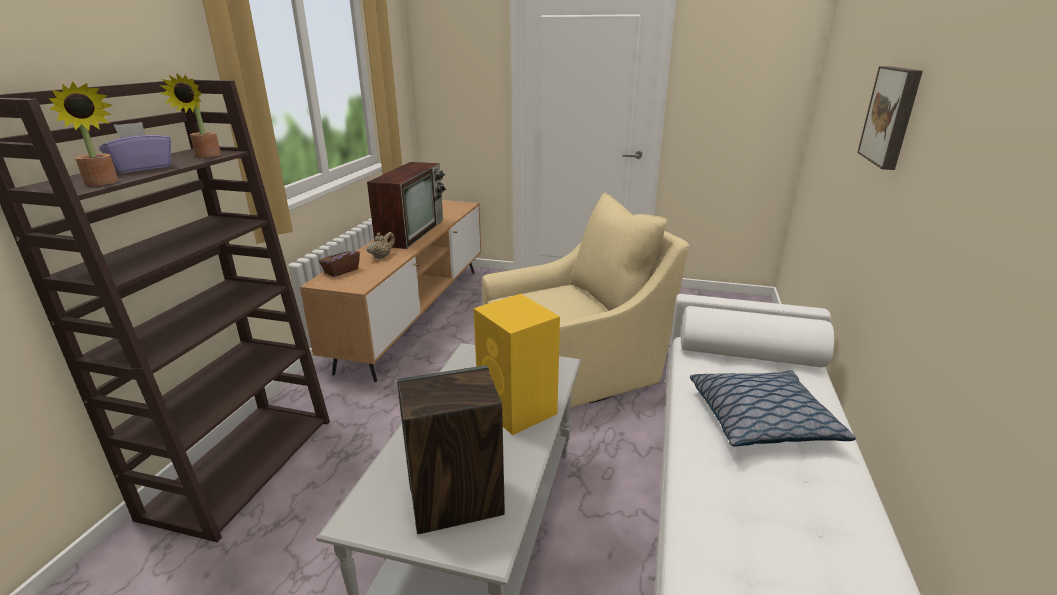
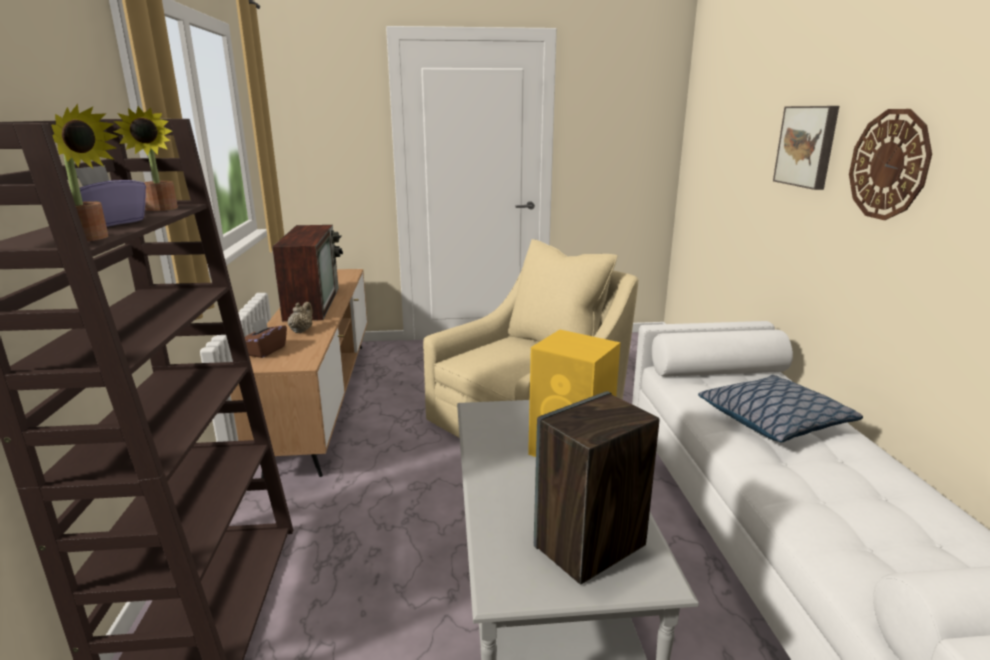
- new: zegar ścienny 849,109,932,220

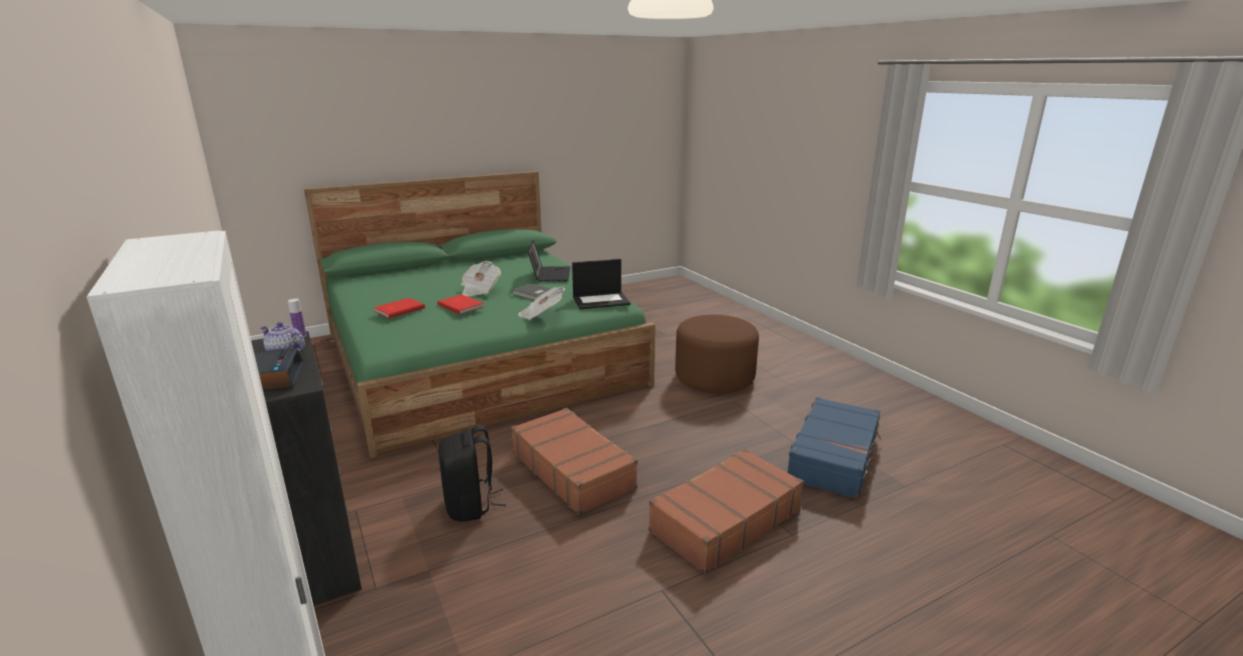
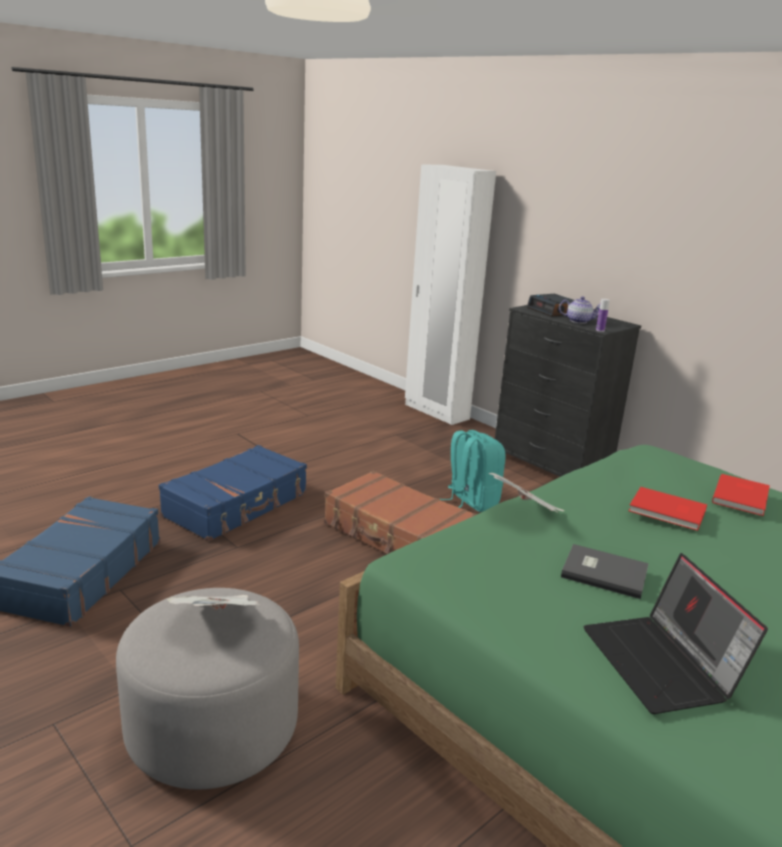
- gone: laptop 572,259,631,309
- shifted: gazeta 461,261,501,296 to 167,595,261,610
- repainted: pufa [brązowy] 675,315,759,393 to pufa [szary] 116,588,299,789
- repainted: plecak [czarny] 439,425,506,522 to plecak [turkusowy] 440,430,506,512
- repainted: walizka [brązowy] 649,449,804,574 to walizka [niebieski] 159,445,307,541

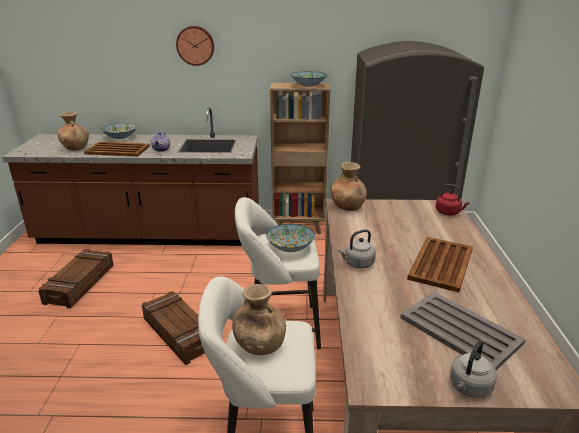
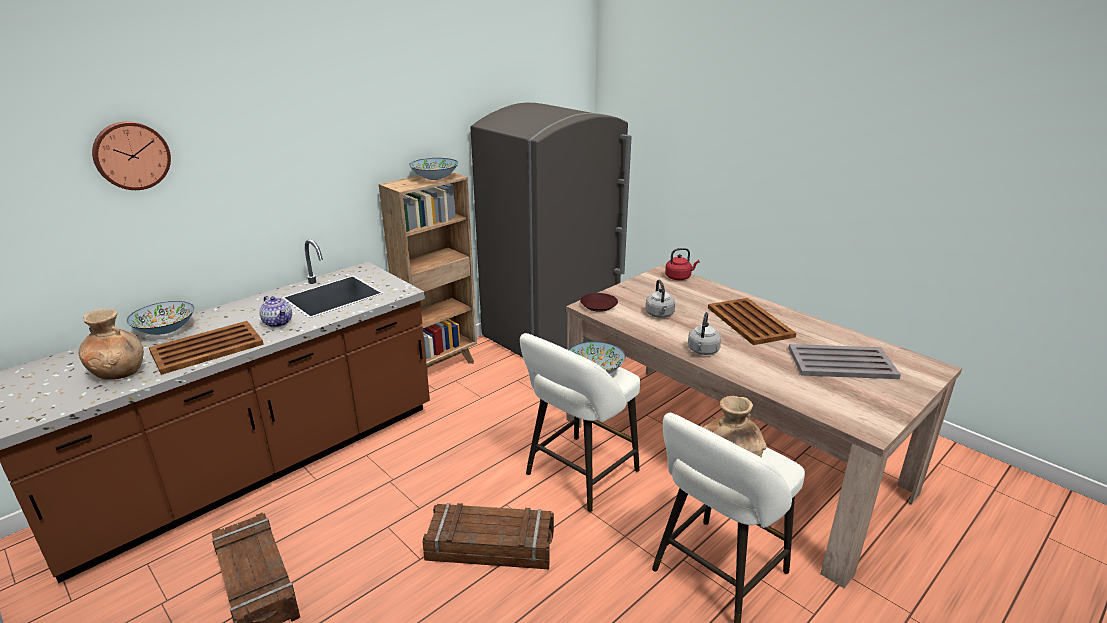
- shifted: zegar ścienny 176,26,214,66 to 92,121,171,190
- swapped: wazon [brązowy] 331,162,367,211 to talerz [brązowy] 580,293,618,312
- shifted: czajnik [szary] 450,340,497,398 to 645,280,675,318

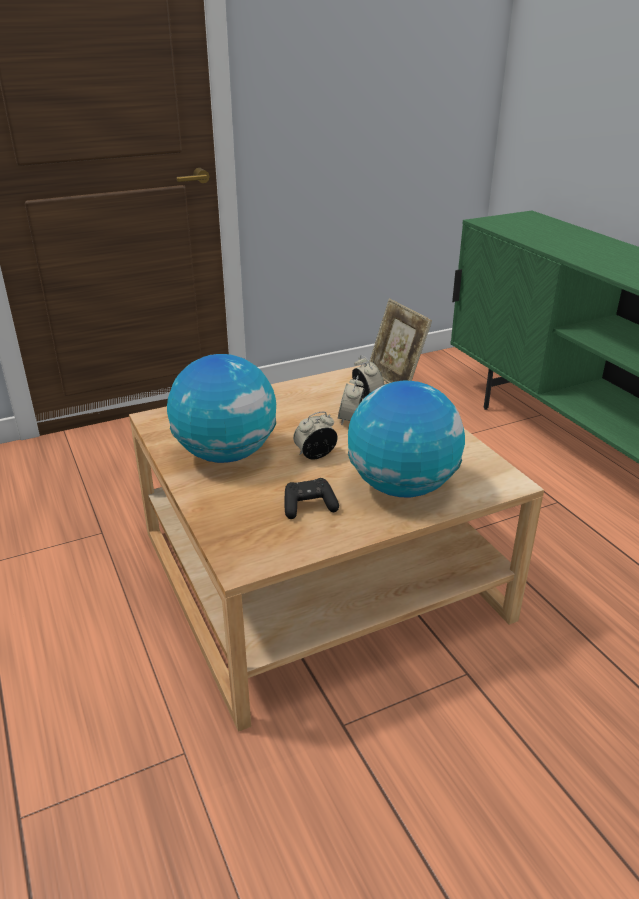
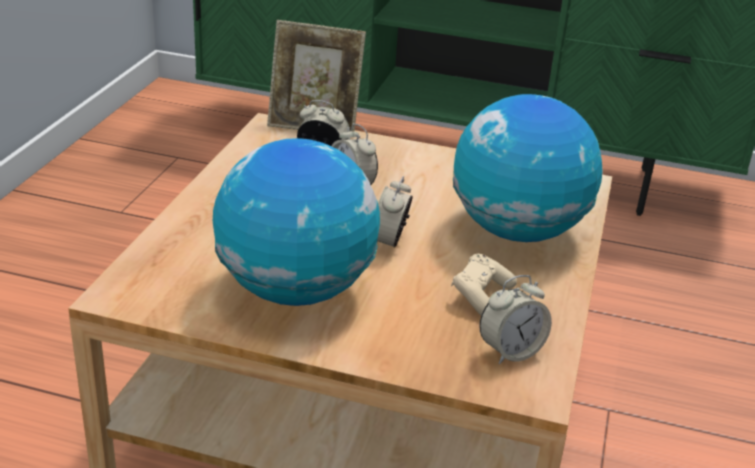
- repainted: pad do gier [czarny] 284,478,339,519 to pad do gier [beżowy] 451,254,517,315
- new: budzik 479,275,552,364

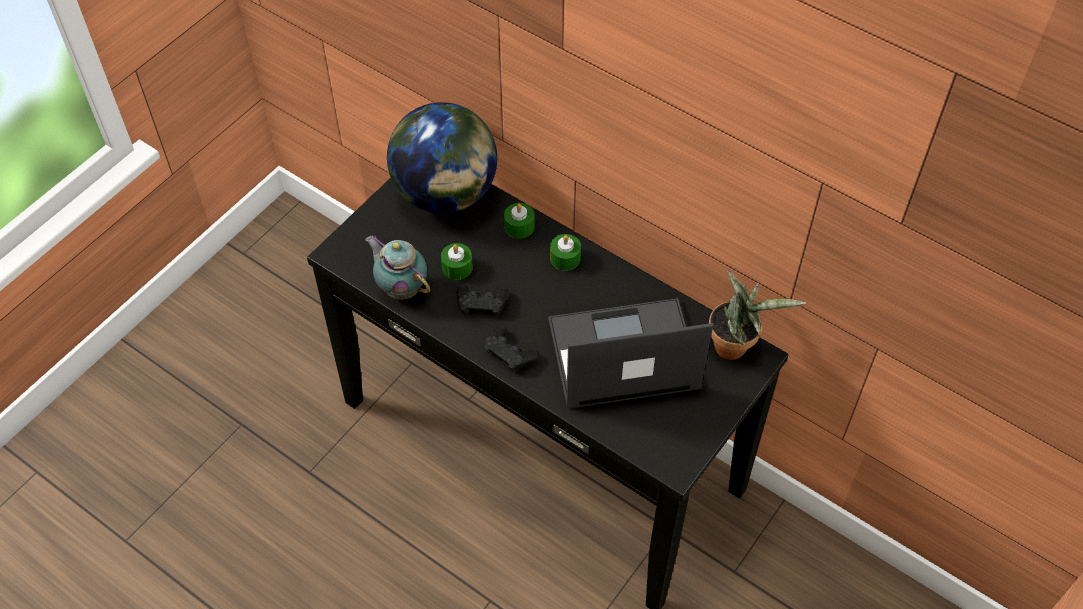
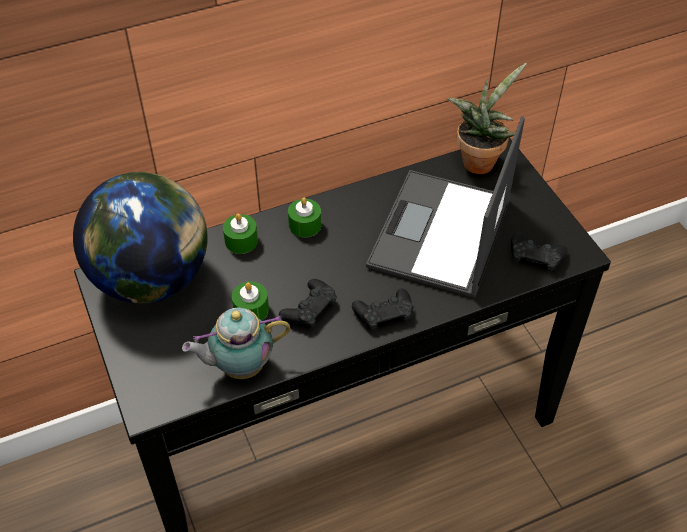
- new: pad do gier [czarny] 511,233,568,272

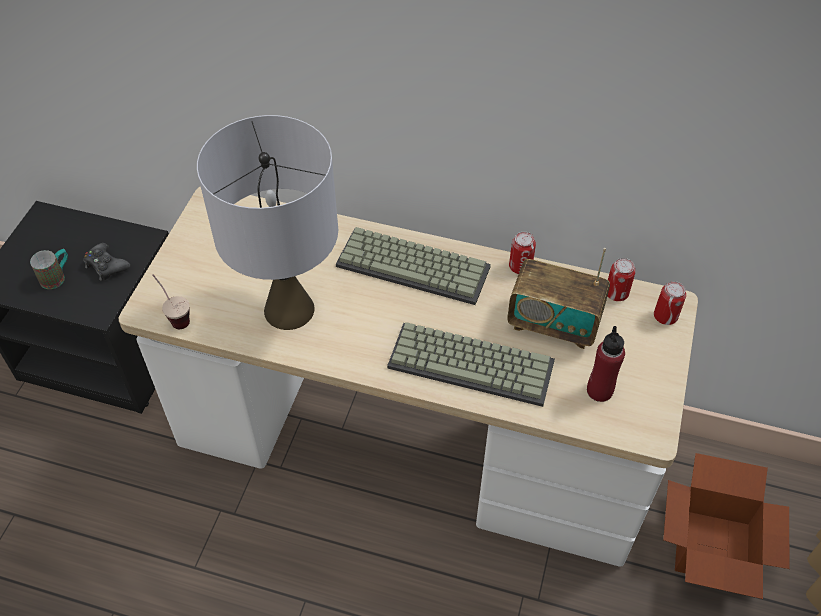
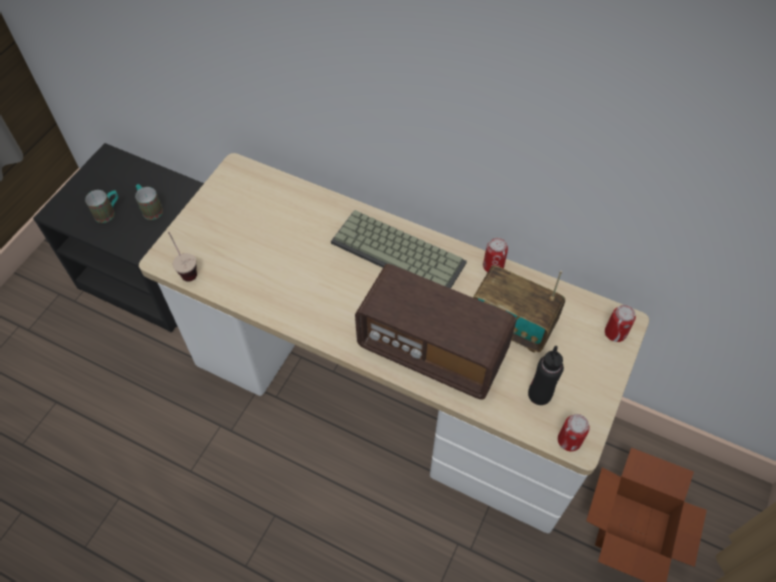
- gone: lampa stołowa [szary] 197,115,338,330
- swapped: pad do gier [czarny] 83,243,130,281 to kubek 135,184,163,220
- shifted: puszka 608,258,636,301 to 558,414,590,451
- swapped: klawiatura 387,322,555,407 to radio 355,264,516,399
- repainted: butelka [czerwony] 587,326,625,402 to butelka [czarny] 528,346,564,405

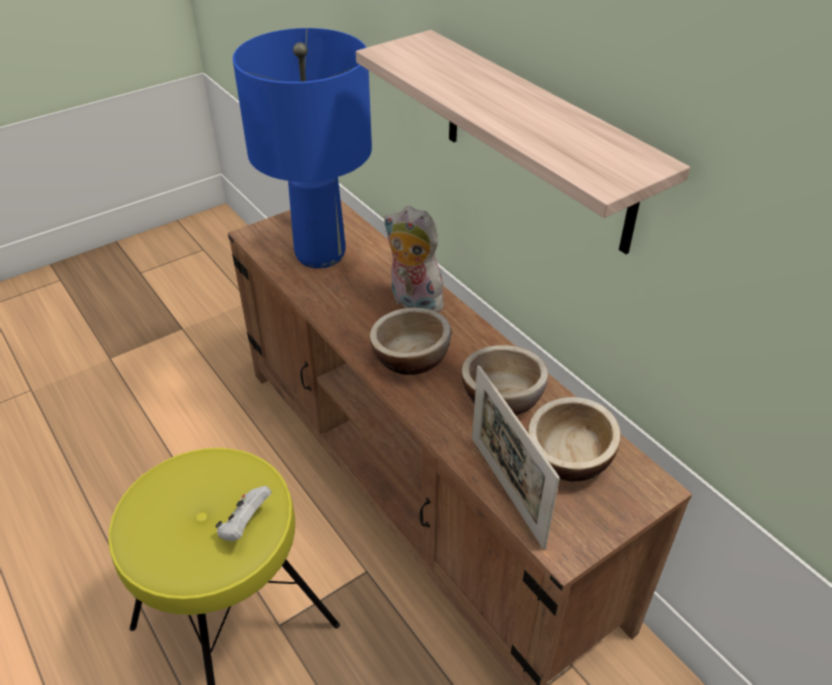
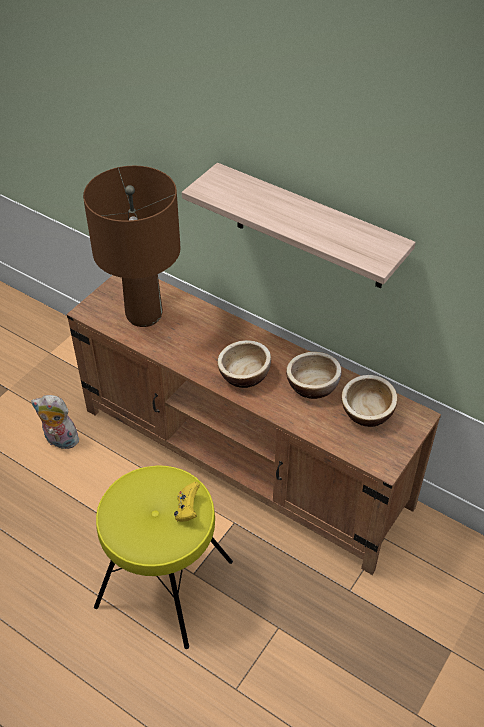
- repainted: lampa stołowa [niebieski] 233,28,372,268 to lampa stołowa [brązowy] 83,166,180,327
- shifted: pluszak 384,206,448,312 to 31,395,81,449
- gone: ramka na zdjęcie 472,365,560,550
- repainted: pad do gier [biały] 215,486,272,541 to pad do gier [żółty] 174,482,200,522

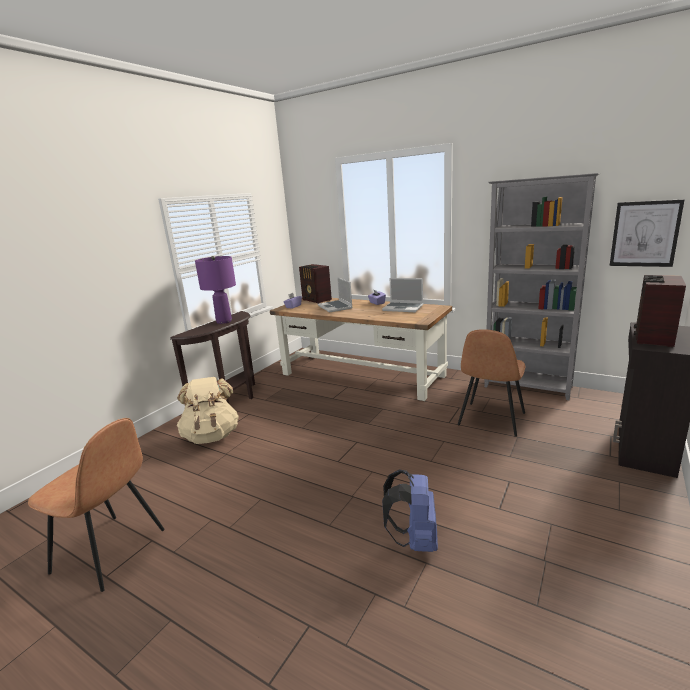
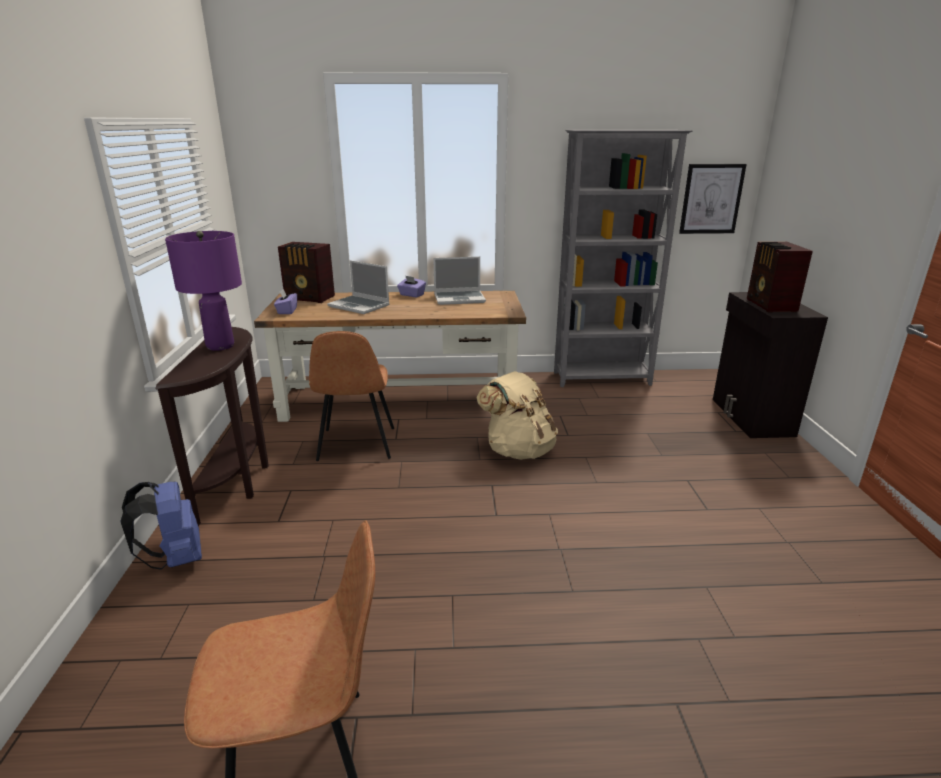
- shifted: krzesło [brązowy] 458,329,525,437 to 309,331,394,461
- shifted: plecak [beżowy] 177,377,239,444 to 477,371,558,460
- shifted: plecak [niebieski] 382,470,438,552 to 120,482,202,570

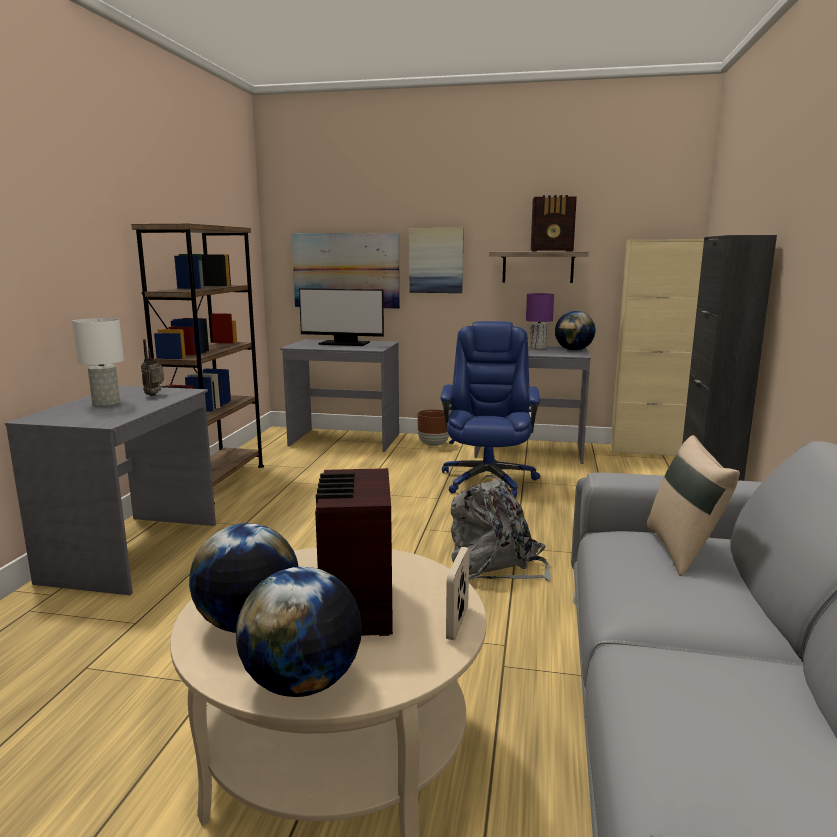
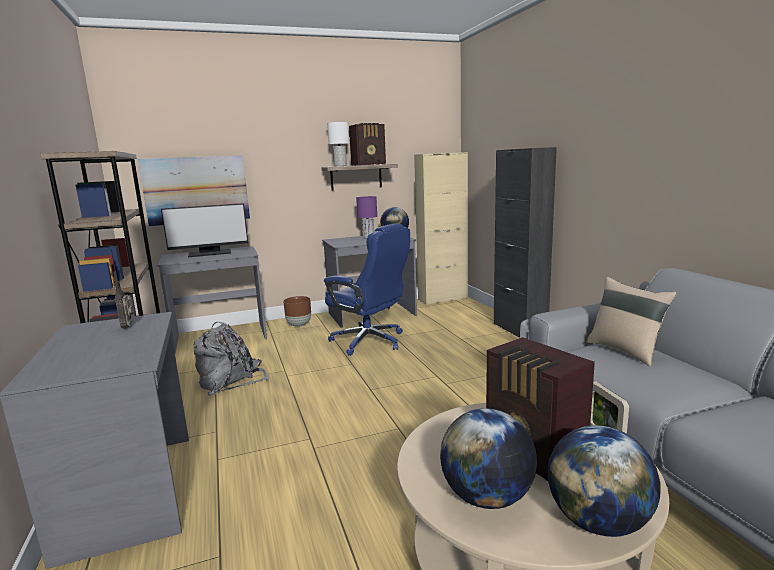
- gone: obraz 409,228,464,293
- shifted: lampa stołowa [biały] 72,318,124,407 to 327,122,349,166
- rotated: krzesło biurowe [niebieski] 440,321,540,498 = 324,223,410,356 150 degrees clockwise
- shifted: plecak [szary] 451,475,551,581 to 193,322,270,396

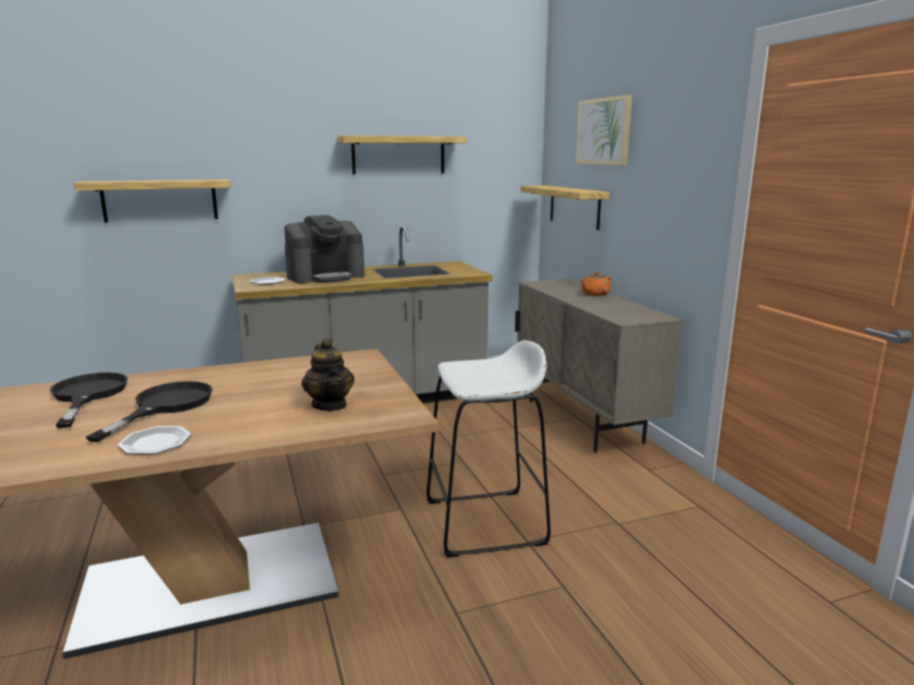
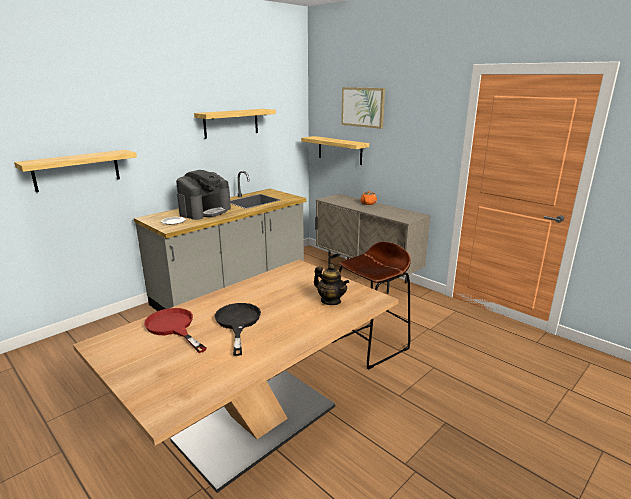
- repainted: stołek [biały] 427,340,551,558 to stołek [brązowy] 332,242,411,370
- repainted: patelnia [czarny] 50,372,128,428 to patelnia [czerwony] 144,308,207,353
- gone: talerz 118,426,191,455

